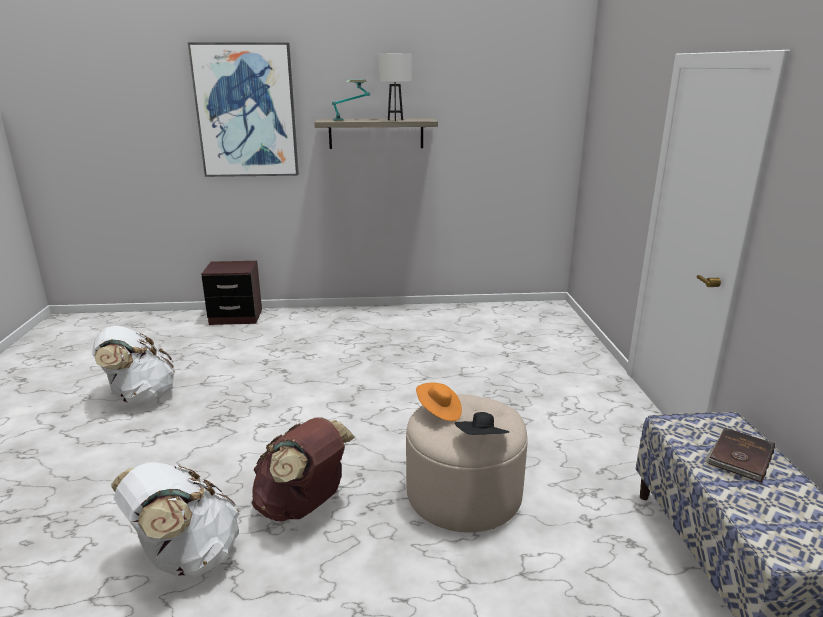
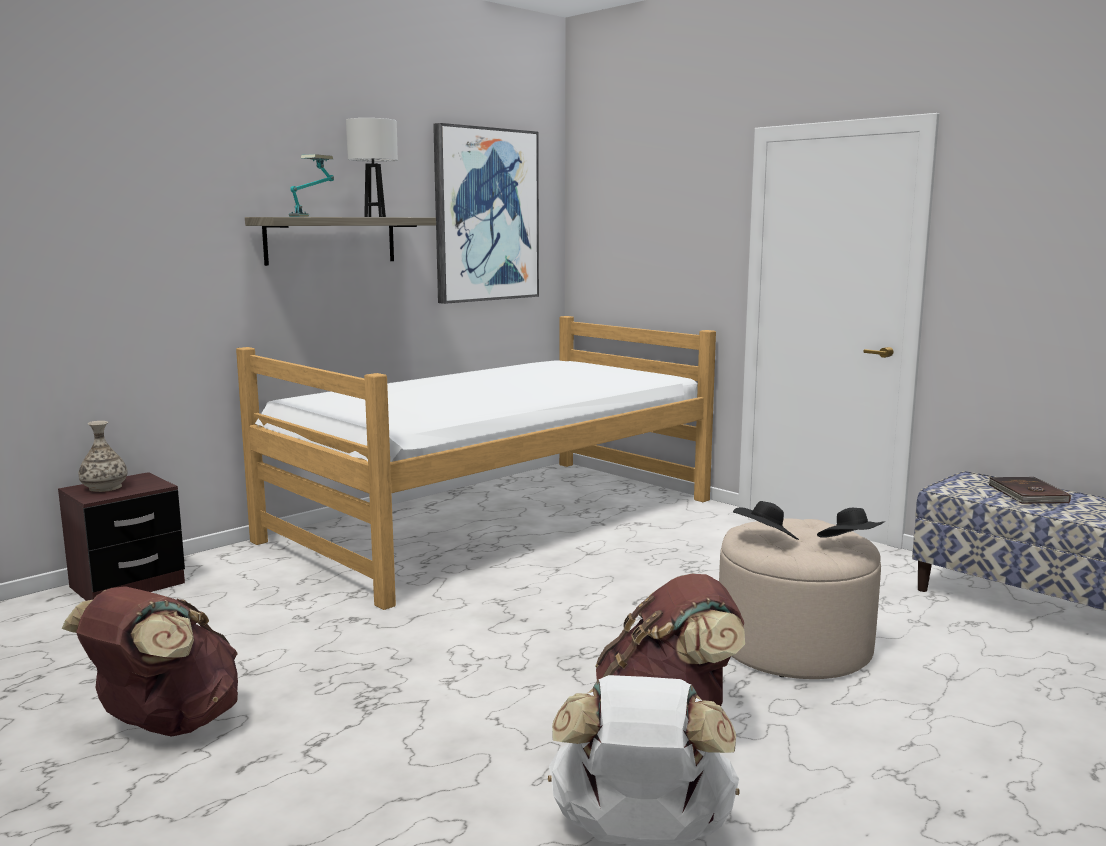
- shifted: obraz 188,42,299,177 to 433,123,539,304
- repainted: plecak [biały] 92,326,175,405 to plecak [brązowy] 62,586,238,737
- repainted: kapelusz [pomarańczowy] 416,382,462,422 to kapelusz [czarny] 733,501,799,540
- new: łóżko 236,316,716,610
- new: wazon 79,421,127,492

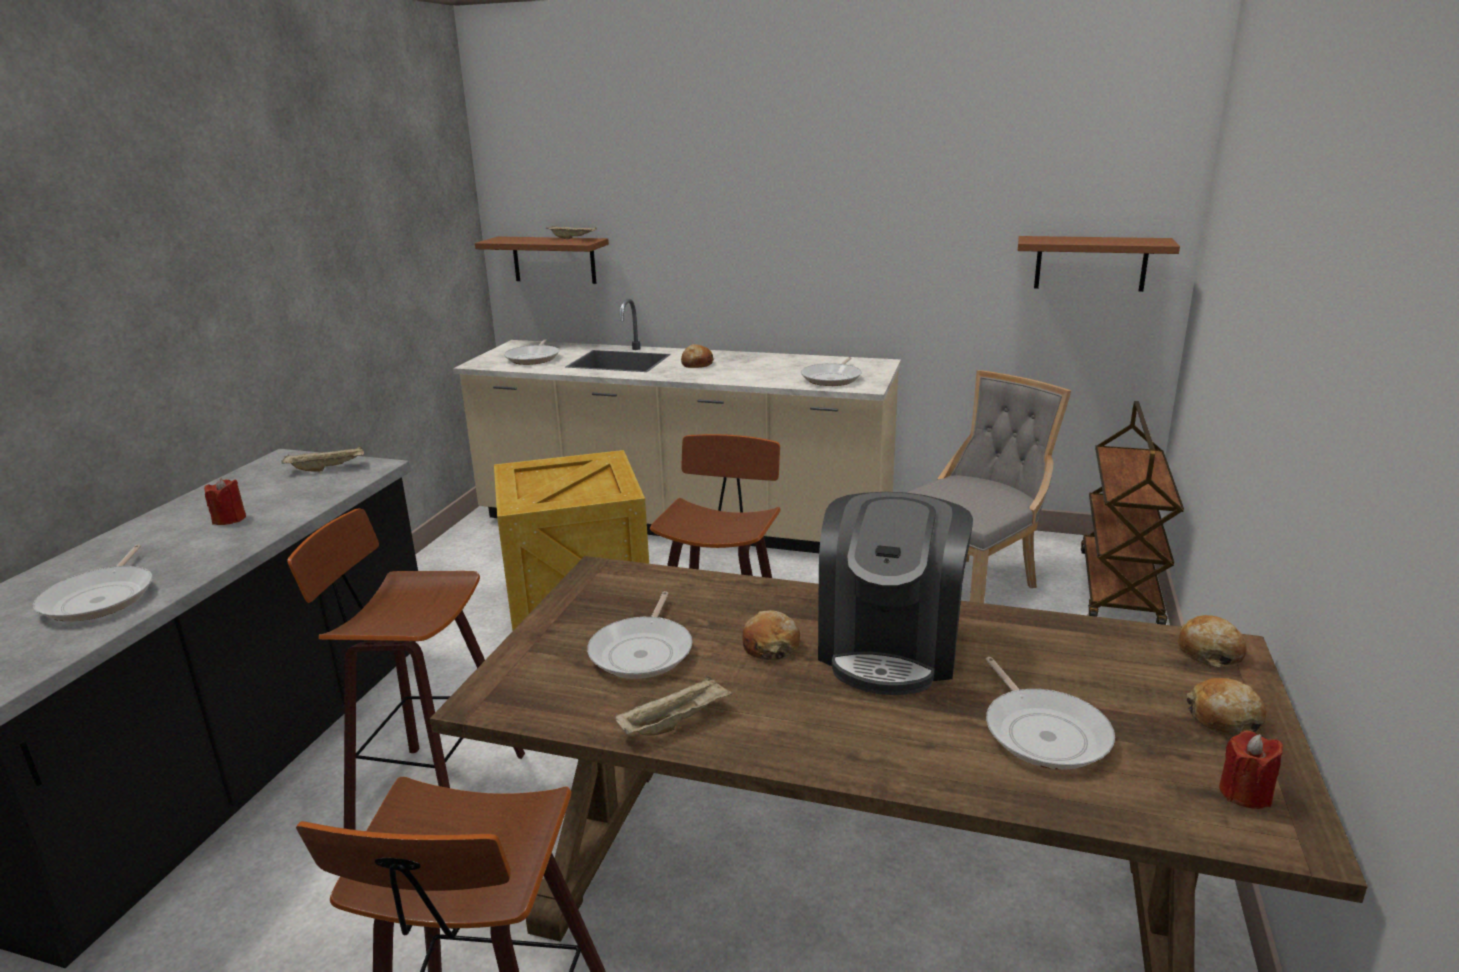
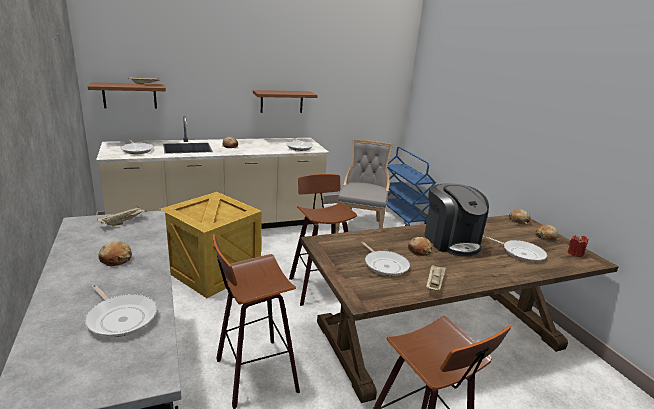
- shifted: półka [brązowy] 1018,236,1180,292 to 253,90,318,113
- repainted: wózek [brązowy] 1081,401,1184,625 to wózek [niebieski] 386,147,436,226
- swapped: świeca [czerwony] 204,477,246,525 to chleb 98,241,132,267

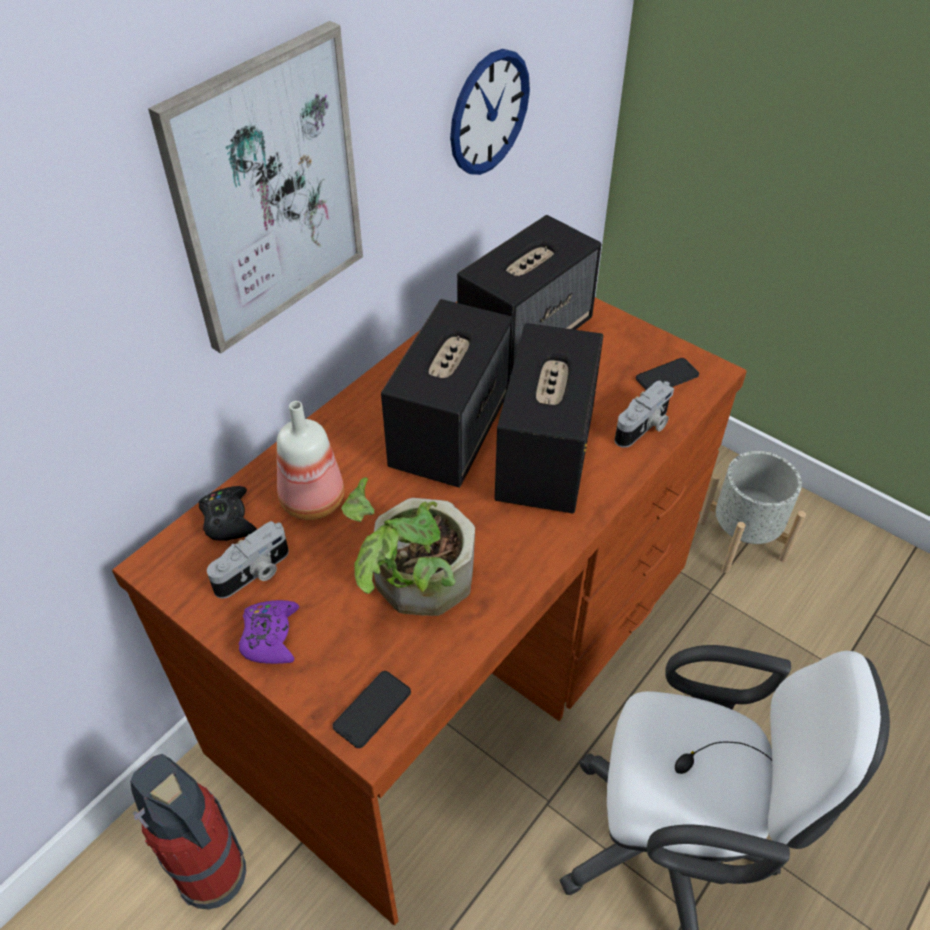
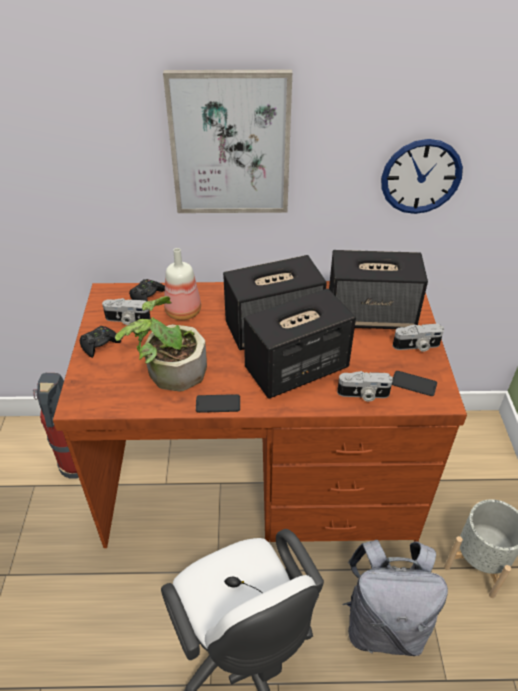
- repainted: pad do gier [fioletowy] 239,600,300,664 to pad do gier [czarny] 80,326,121,358
- shifted: telefon 333,671,411,748 to 196,394,240,413
- new: aparat fotograficzny 393,324,444,352
- new: plecak [szary] 342,539,448,656

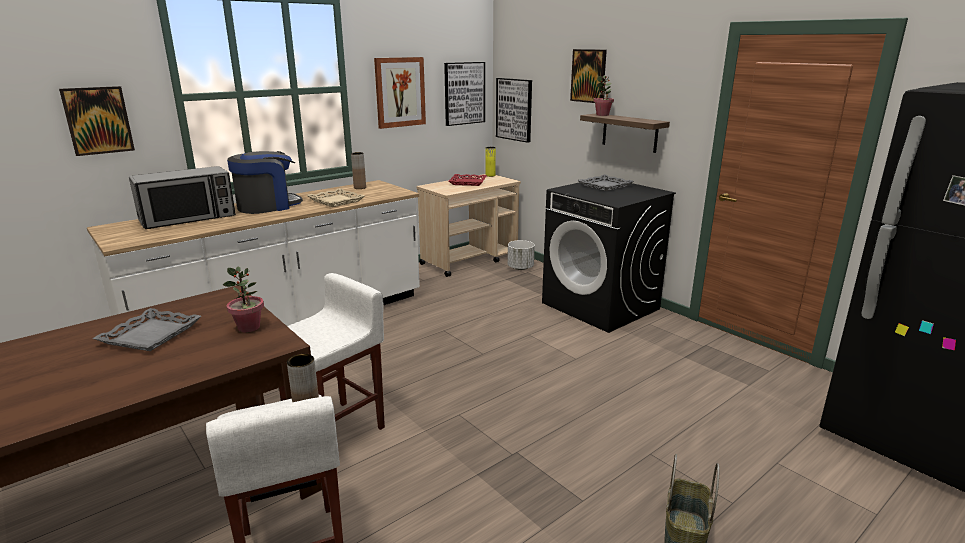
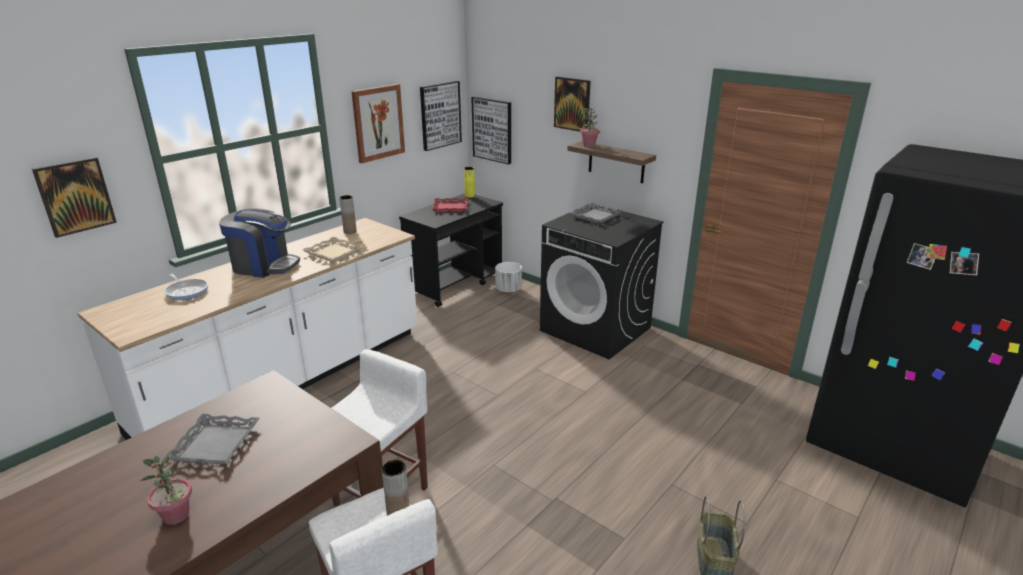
- rotated: ekspres do kawy 227,151,303,214 = 219,208,300,278 60 degrees clockwise
- swapped: mikrofalówka 129,166,236,229 to patelnia 164,274,208,300
- repainted: wózek [beżowy] 417,174,521,277 to wózek [czarny] 399,193,503,307
- shifted: roślina doniczkowa 223,266,264,333 to 140,455,192,525

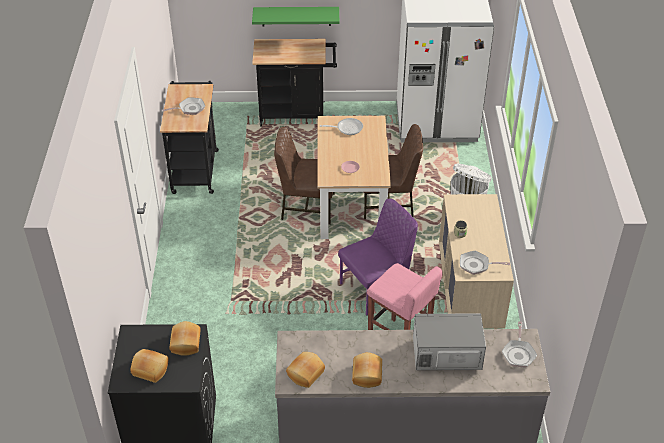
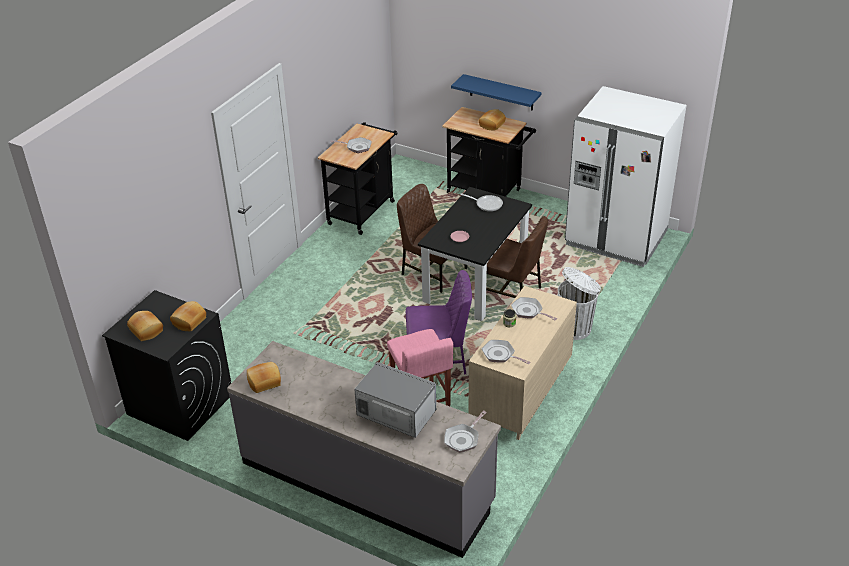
- repainted: półka [zielony] 252,7,339,26 to półka [niebieski] 451,74,542,111
- repainted: stół jadalny [beżowy] 318,116,391,239 to stół jadalny [czarny] 418,187,532,321
- shifted: chleb 352,352,382,388 to 479,109,506,130
- new: patelnia 511,297,557,320

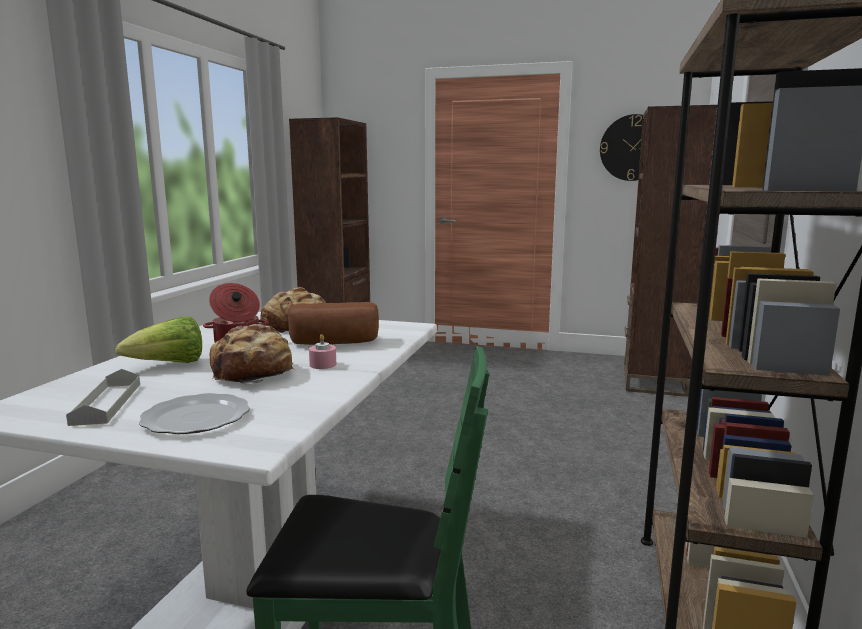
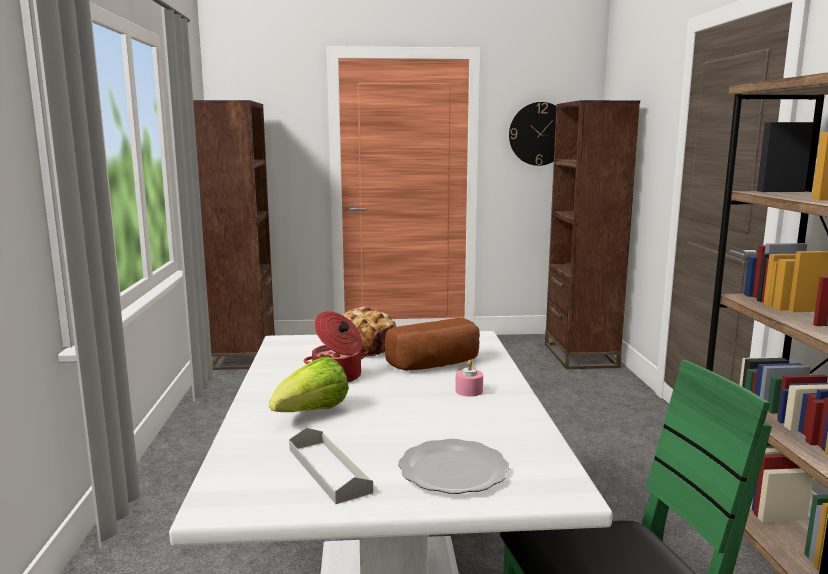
- gone: chleb 210,324,294,385

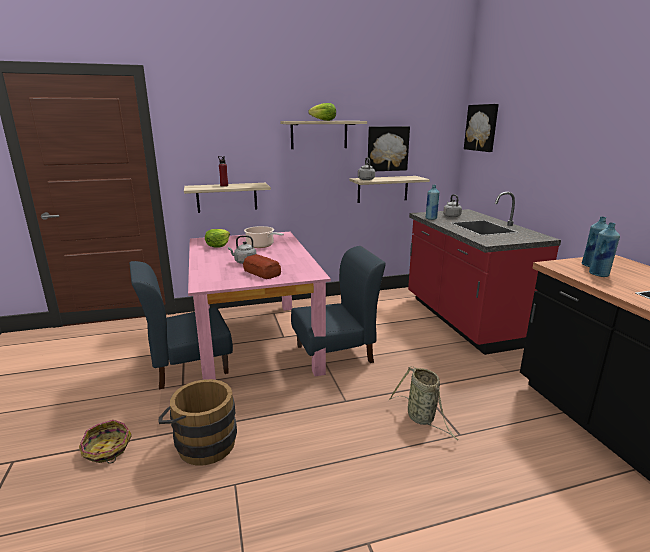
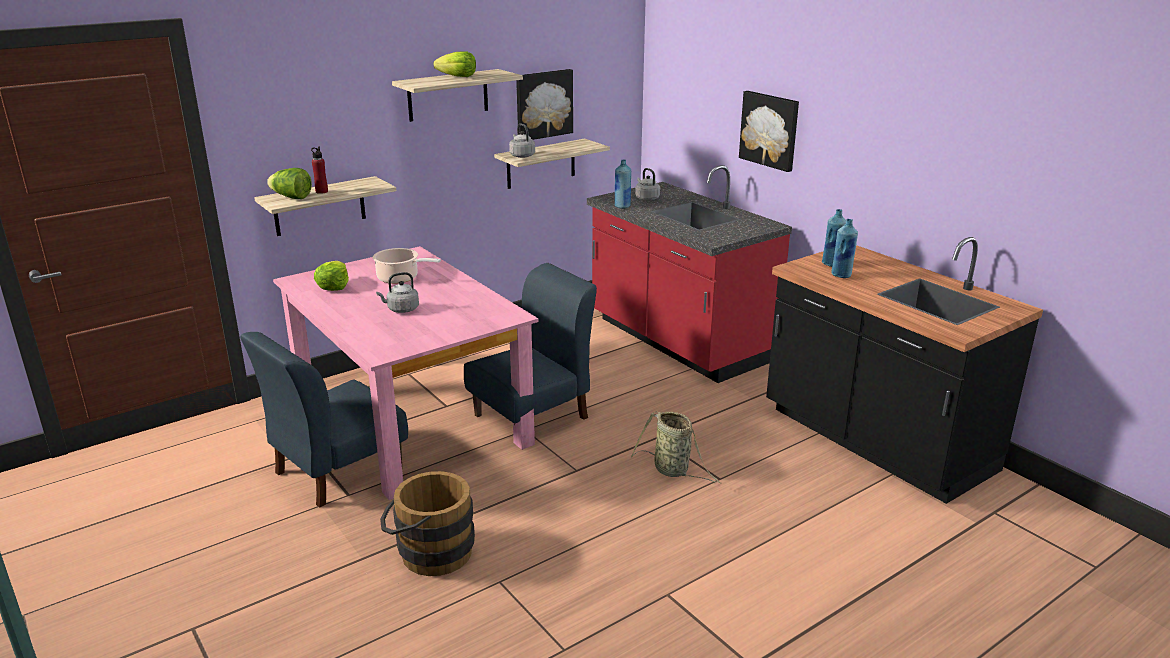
- shifted: obraz 464,104,499,152 to 739,91,799,172
- gone: chleb 243,254,281,279
- gone: koszyk 79,420,132,464
- new: sałata 267,168,312,199

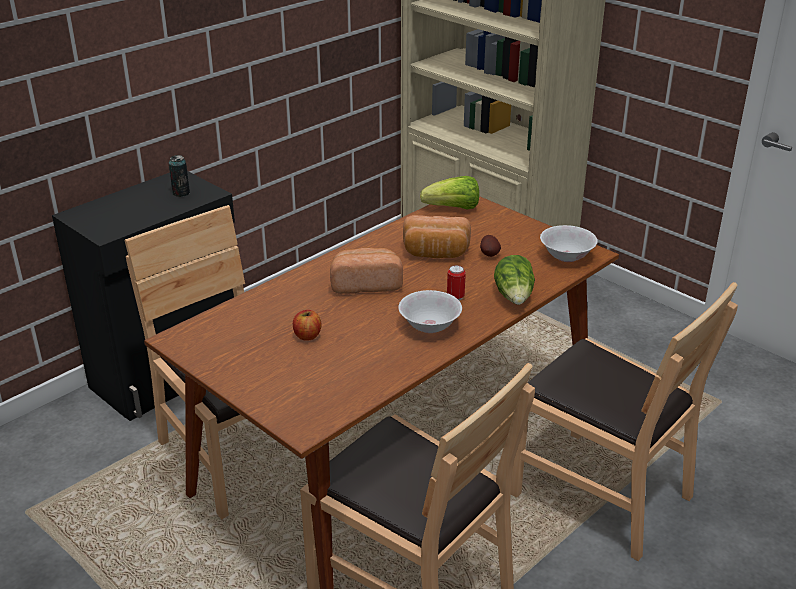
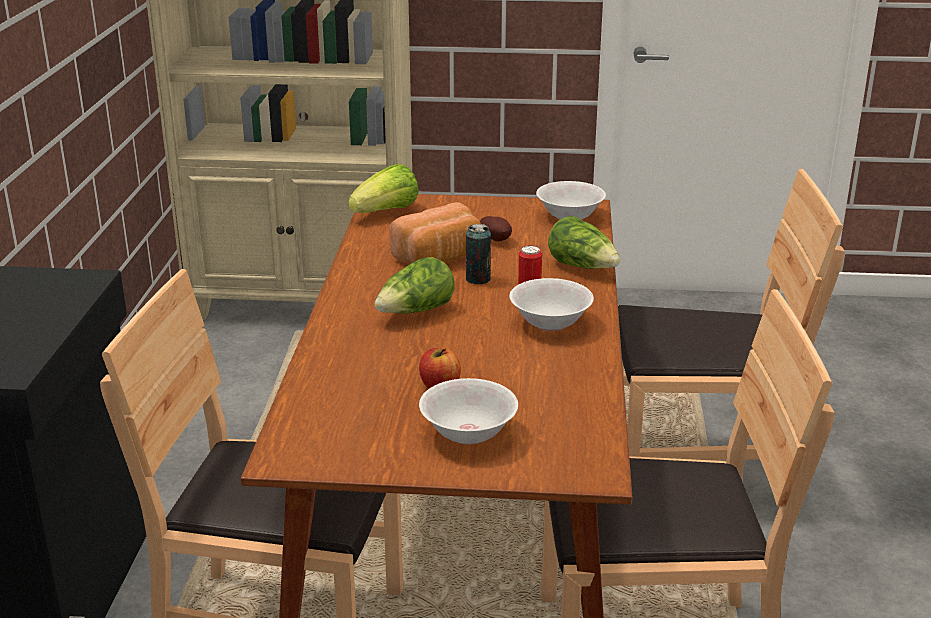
- shifted: puszka 169,155,190,197 to 466,224,491,284
- swapped: chleb 330,248,403,294 to sałata 375,257,455,314
- new: miska [biały] 419,378,518,445

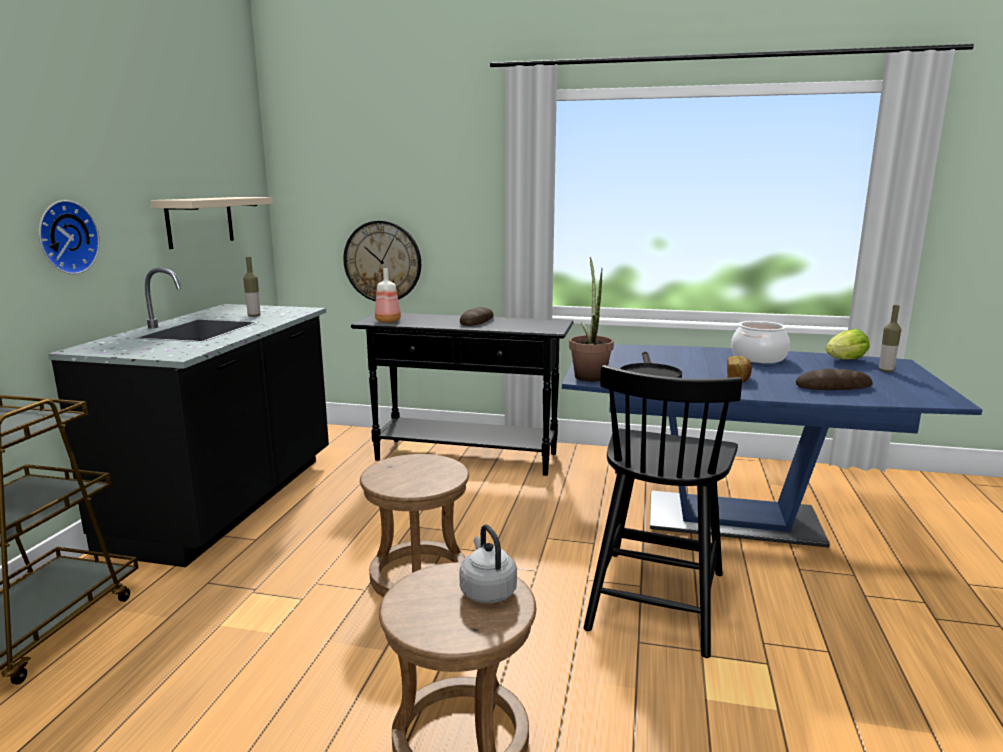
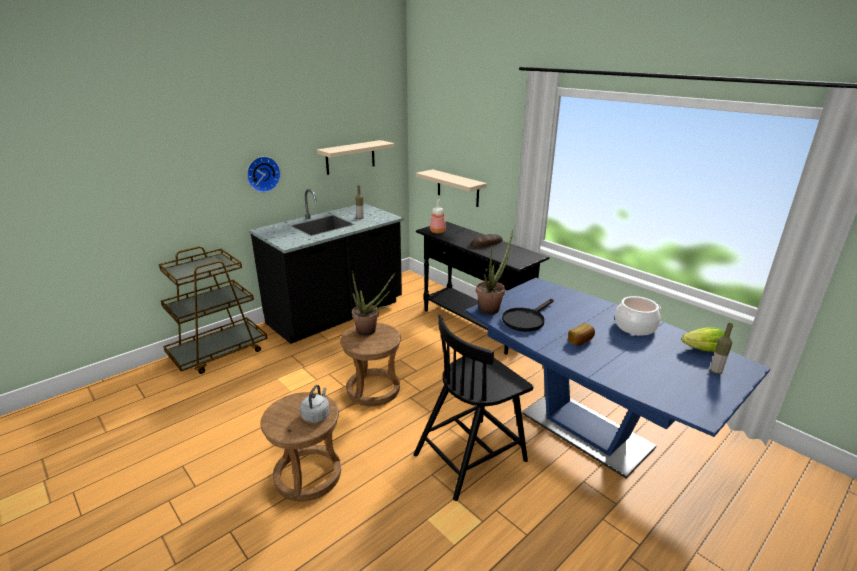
- swapped: zegar ścienny 343,220,421,301 to półka [beżowy] 416,169,487,207
- gone: chleb 796,369,873,390
- new: roślina doniczkowa 352,270,396,336

